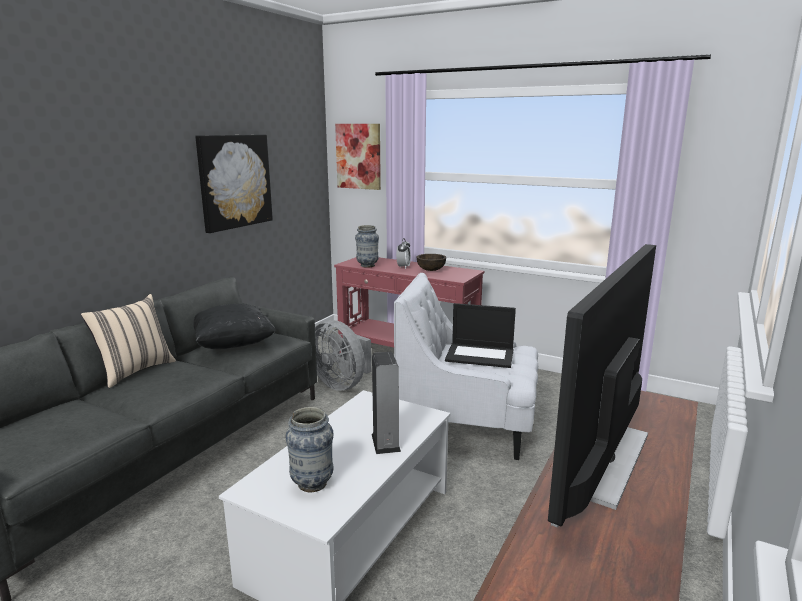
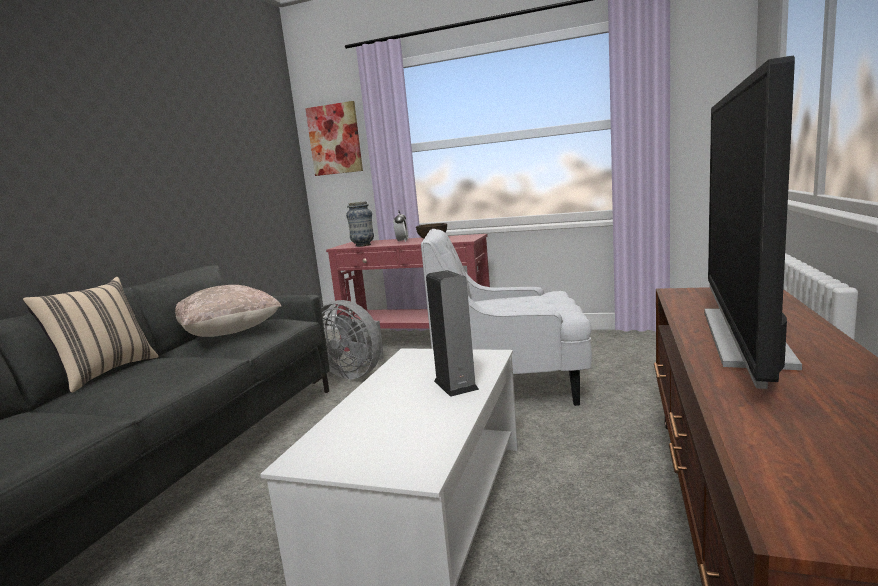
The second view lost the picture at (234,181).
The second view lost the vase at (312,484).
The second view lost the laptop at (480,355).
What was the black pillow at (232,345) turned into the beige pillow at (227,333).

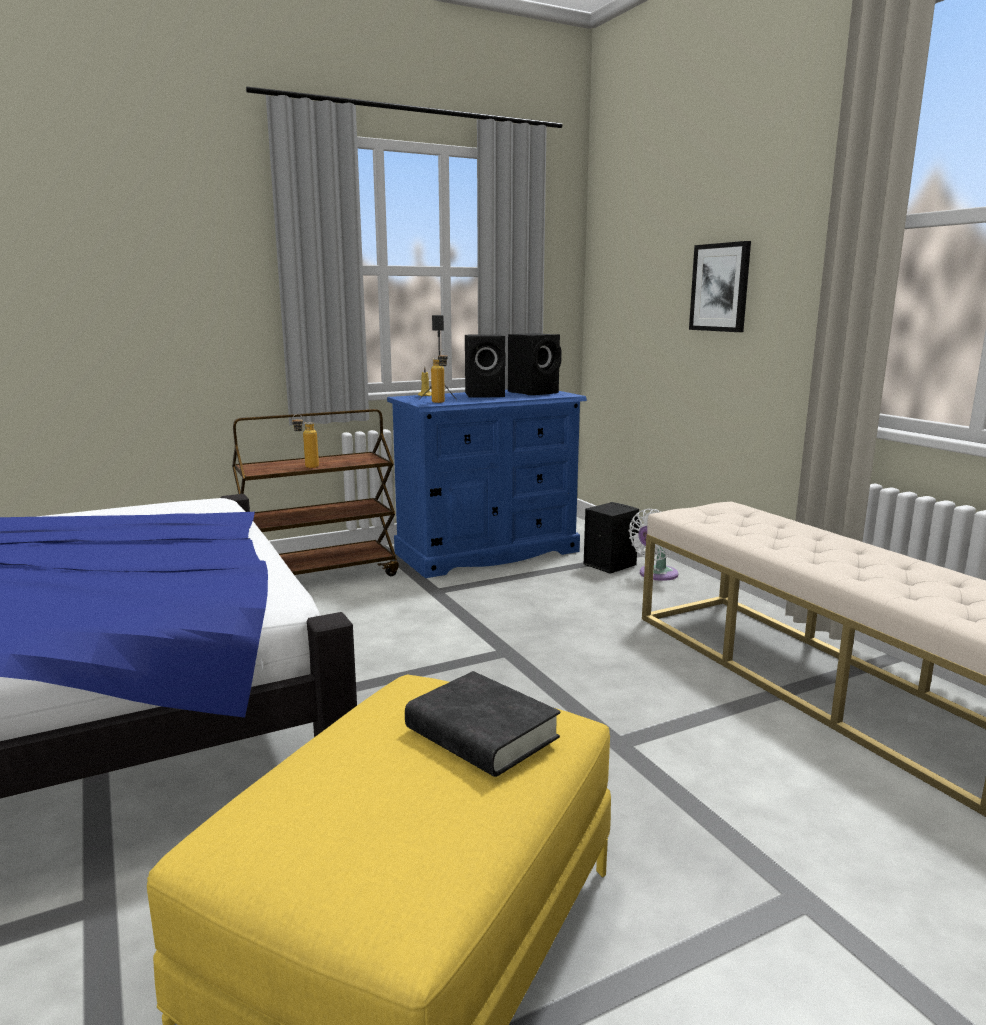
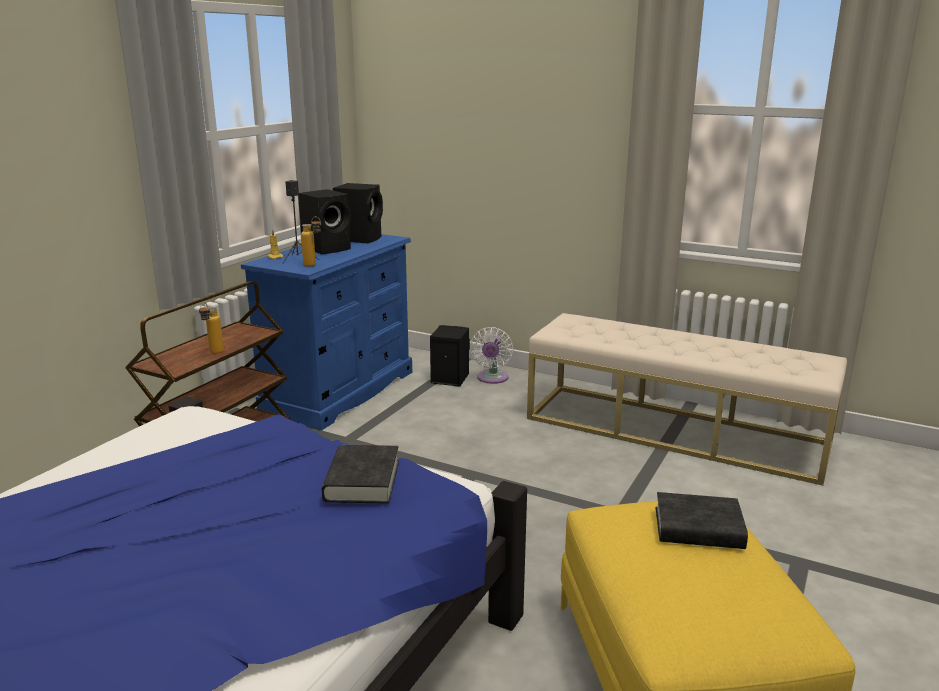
The second view lost the picture at (720,287).
The second view gained the black book at (362,481).

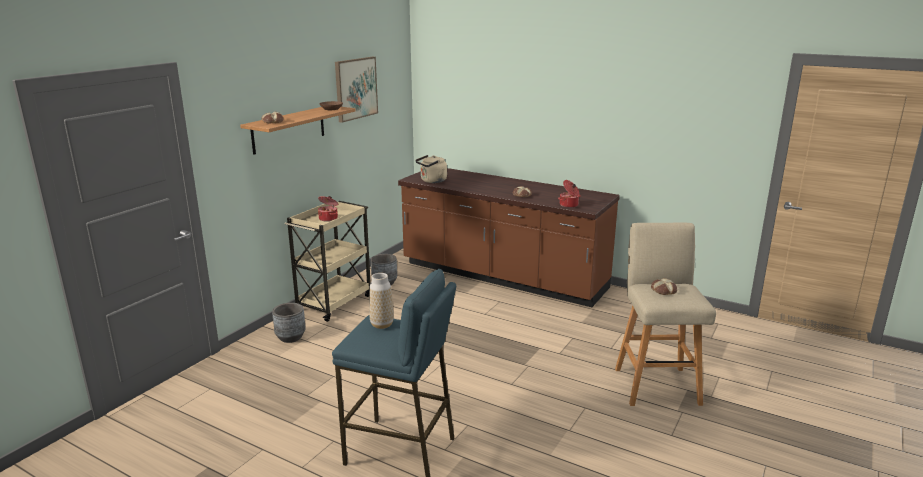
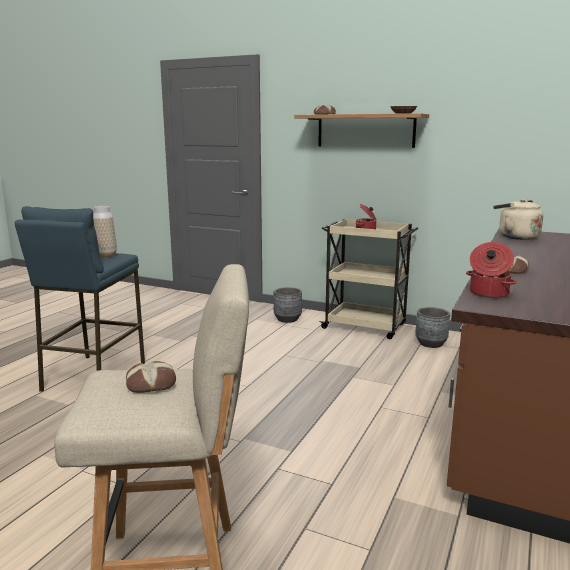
The second view lost the picture at (355,88).

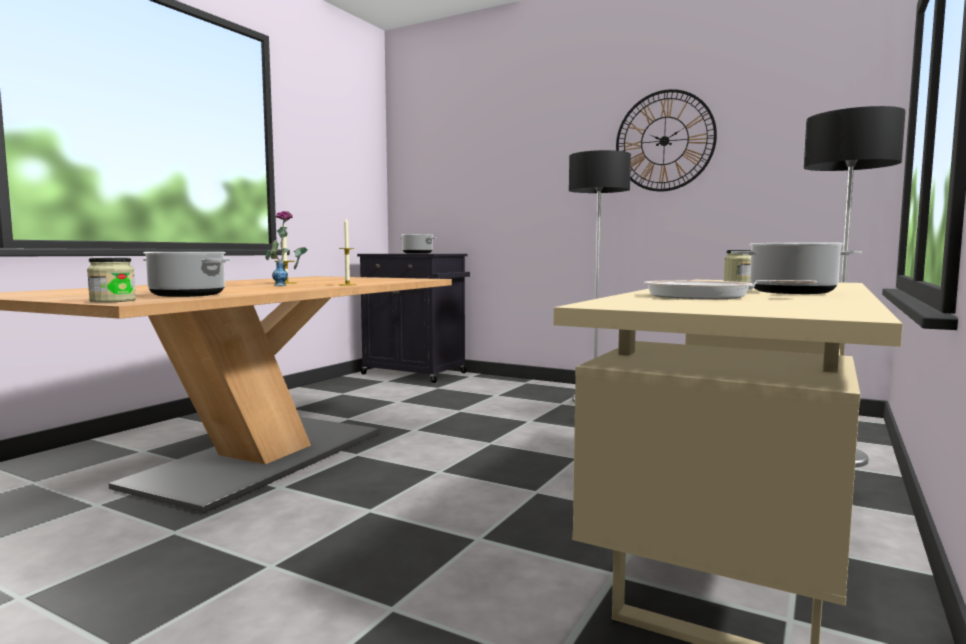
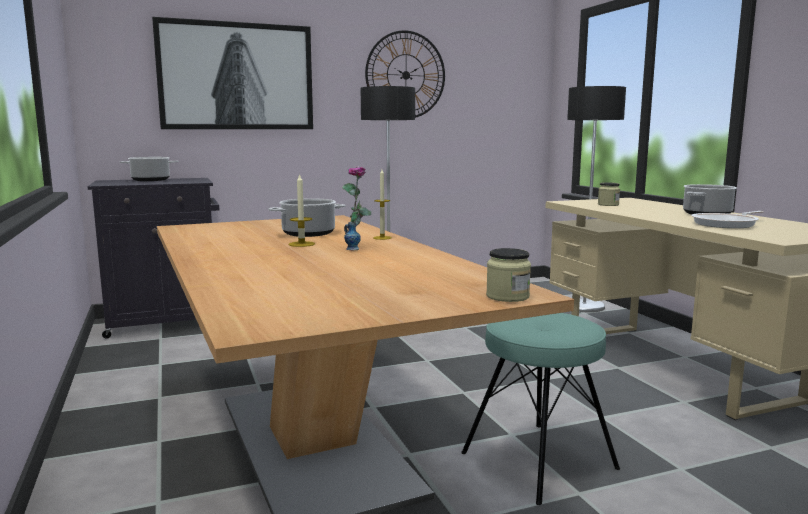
The second view gained the picture at (237,76).
The second view gained the turquoise stool at (538,461).
The cooking pot ended up elsewhere, having gone from (186,295) to (308,233).

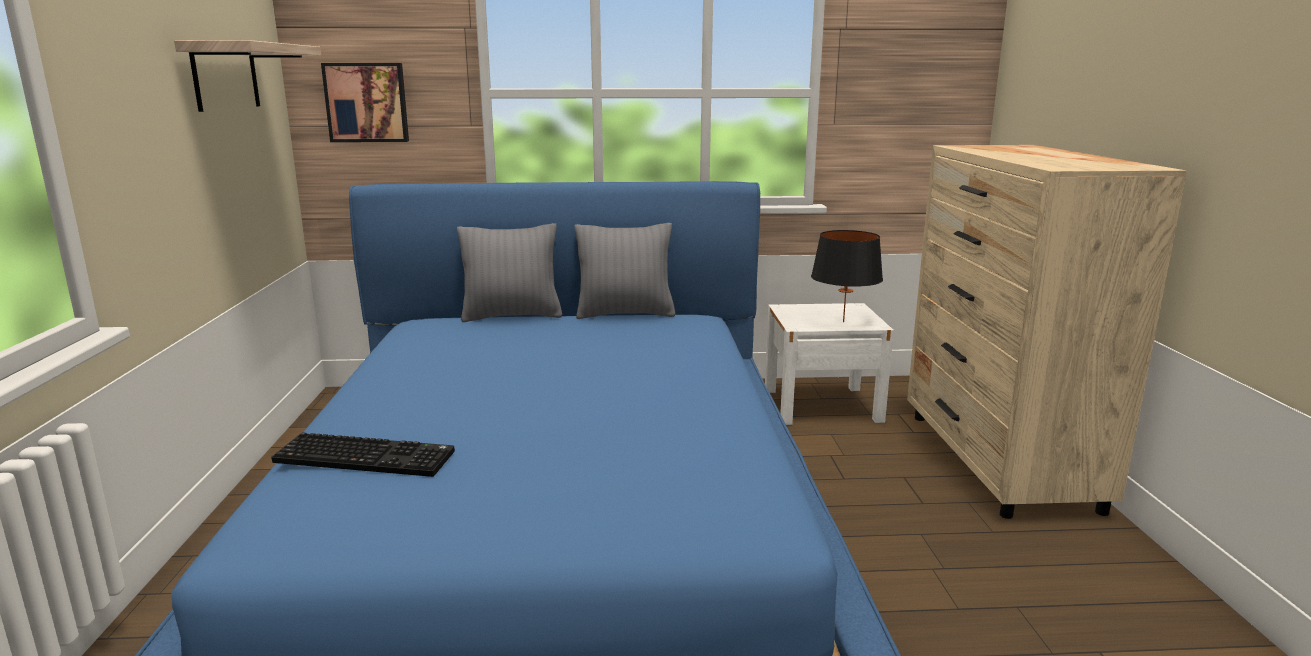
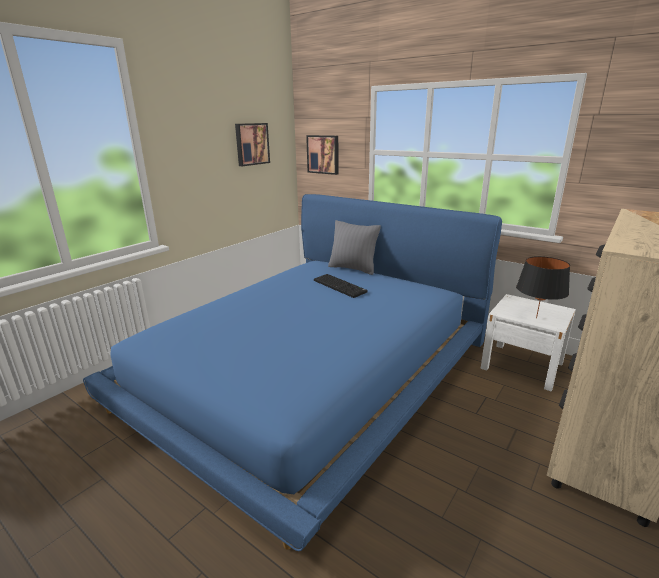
The second view lost the grey pillow at (625,314).
The keyboard ended up elsewhere, having gone from (367,456) to (340,286).
Where the shelf hung at (225,76), the picture came to hang at (251,144).

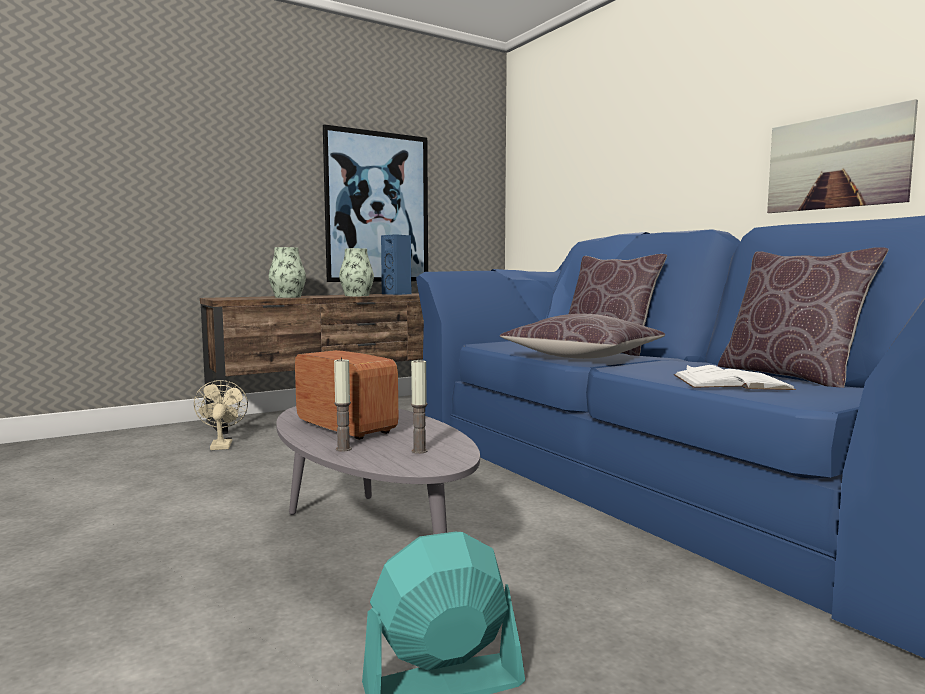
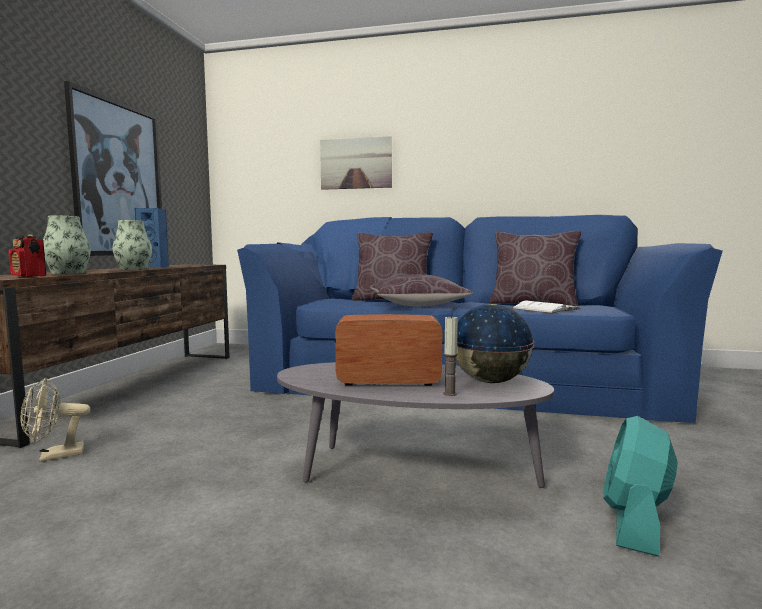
The second view gained the radio at (29,276).
The picture ended up elsewhere, having gone from (836,162) to (356,163).
Where the candle stood at (419,451), the globe came to stand at (490,381).
The beige fan at (221,445) ended up facing another way, 60 degrees counterclockwise from before.

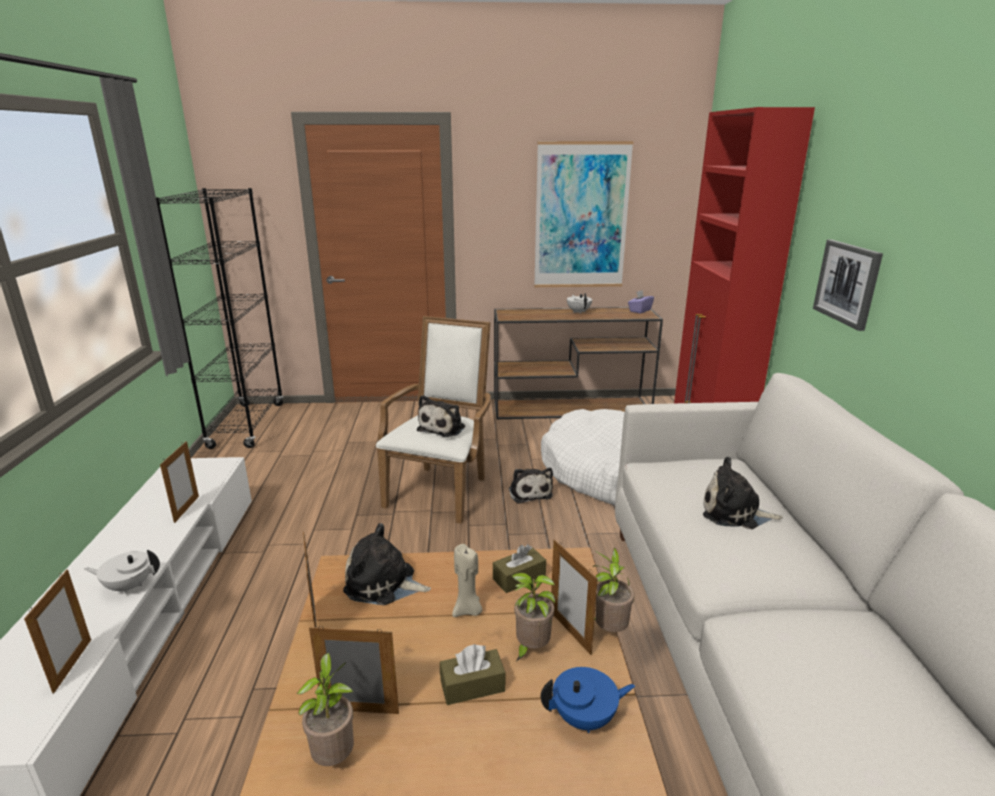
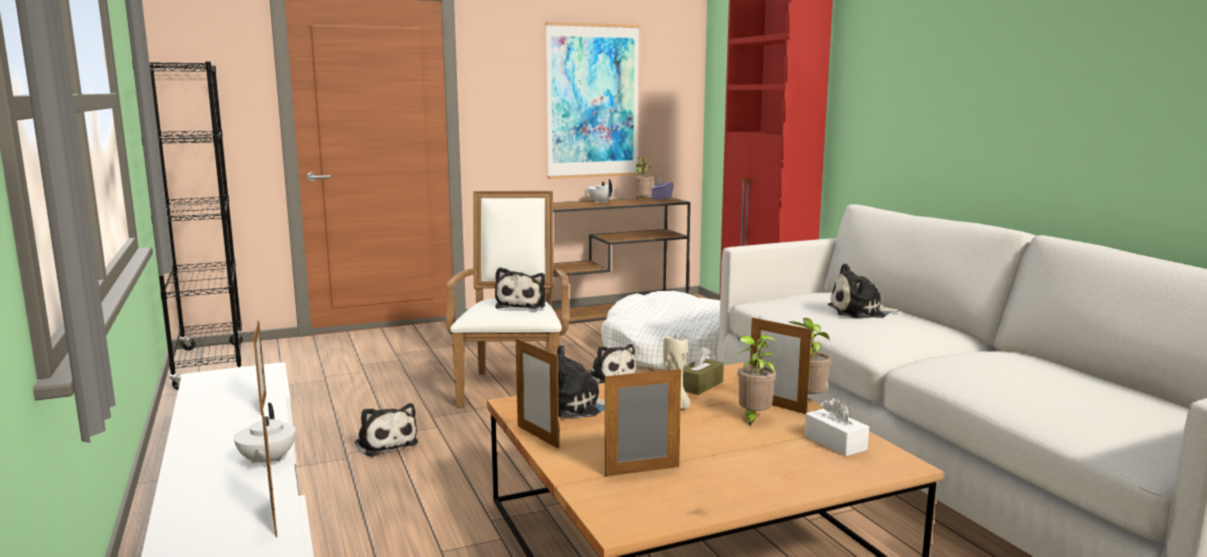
The second view lost the brown tissue box at (472,686).
The second view lost the picture at (847,283).
The second view gained the plush toy at (385,443).
The potted plant ended up elsewhere, having gone from (335,756) to (643,201).
Where the blue teapot stood at (585,718), the white tissue box came to stand at (835,443).
The white teapot at (129,586) ended up facing another way, 75 degrees counterclockwise from before.

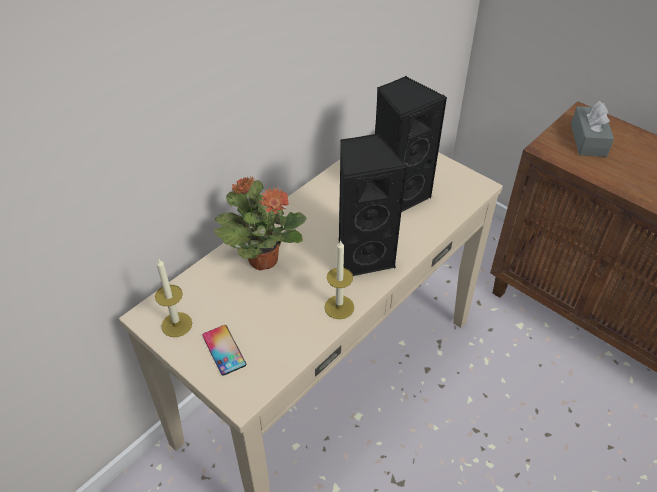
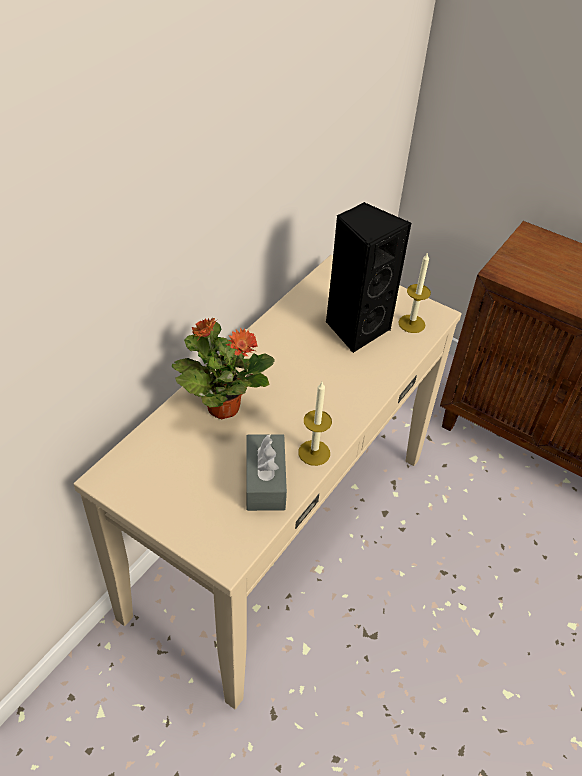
The second view lost the phone at (224,350).
The second view lost the black speaker at (363,255).
The candle ended up elsewhere, having gone from (176,324) to (411,324).
The grey tissue box ended up elsewhere, having gone from (588,140) to (265,481).

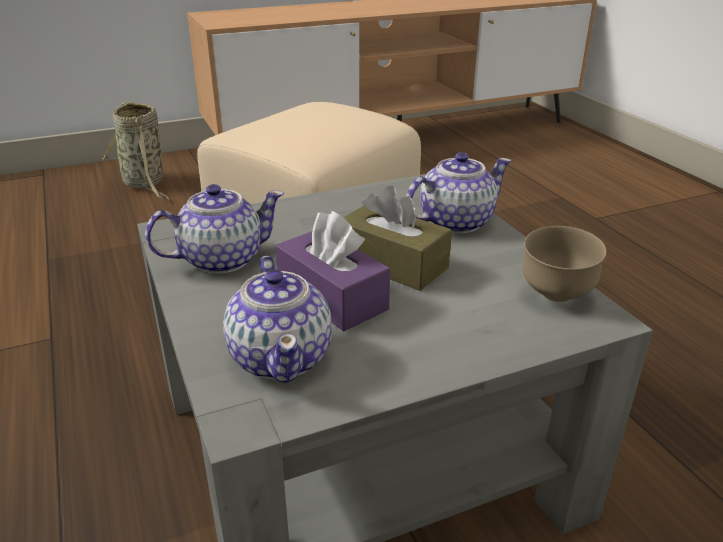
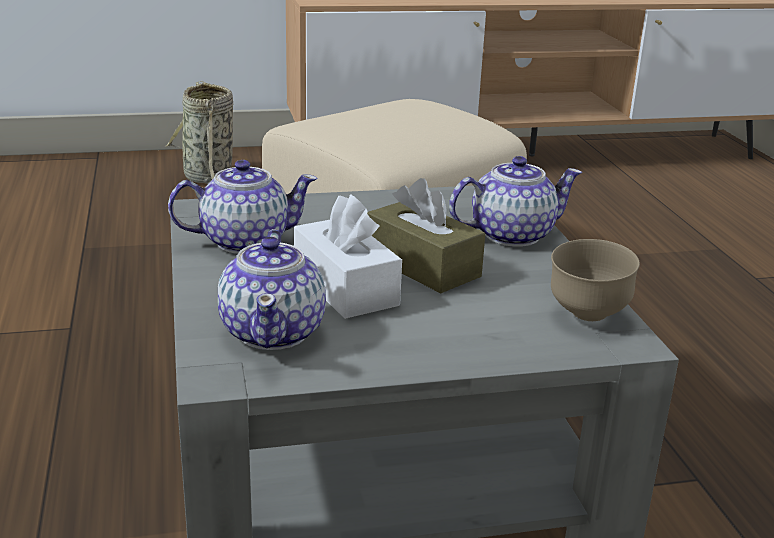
What was the purple tissue box at (332,297) turned into the white tissue box at (345,287).

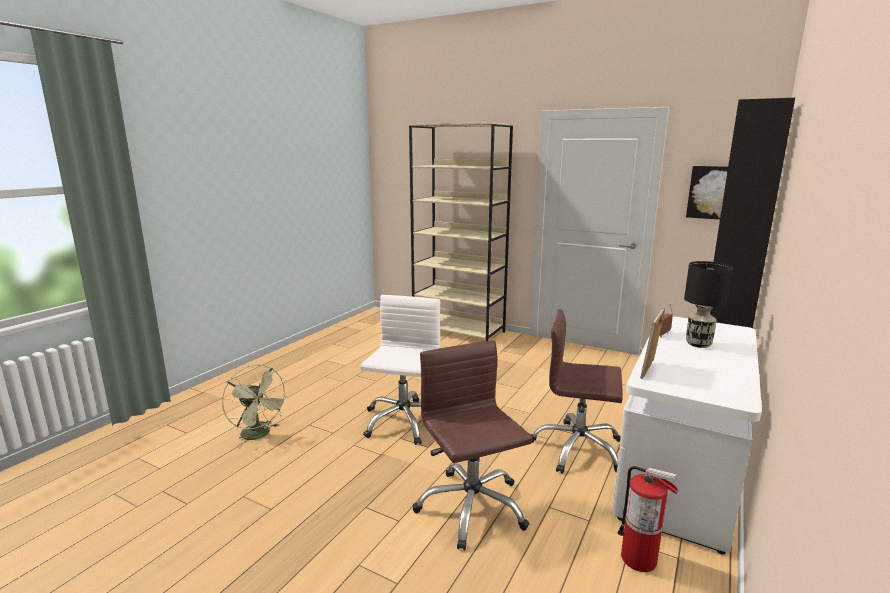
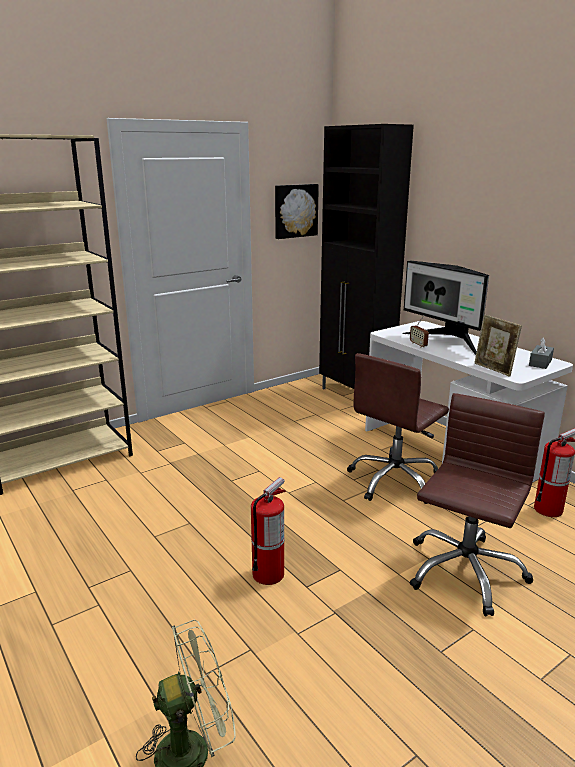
The second view gained the grey tissue box at (540,363).
Where the white office chair stood at (403,421), the fire extinguisher came to stand at (268,574).
Where the black table lamp stood at (698,344), the monitor came to stand at (446,342).
The brown office chair at (471,507) ended up facing another way, 120 degrees clockwise from before.

